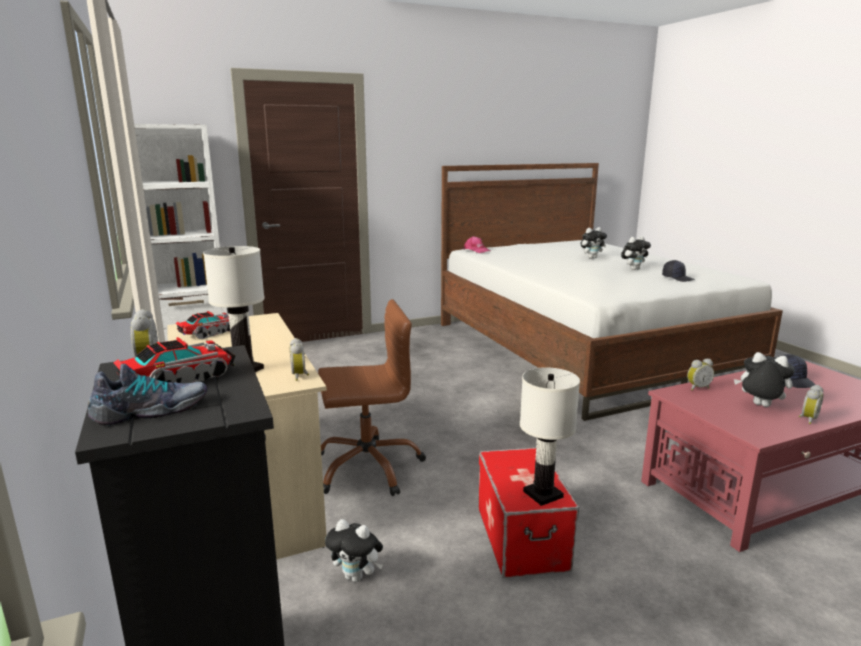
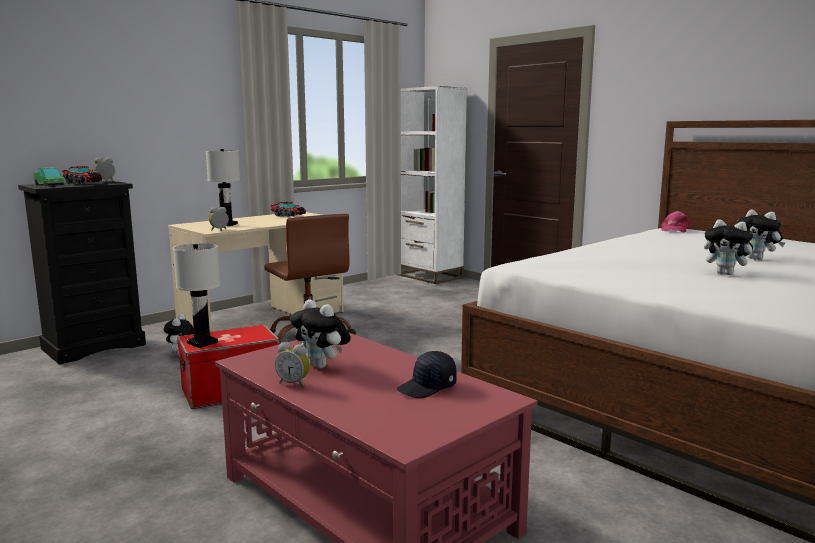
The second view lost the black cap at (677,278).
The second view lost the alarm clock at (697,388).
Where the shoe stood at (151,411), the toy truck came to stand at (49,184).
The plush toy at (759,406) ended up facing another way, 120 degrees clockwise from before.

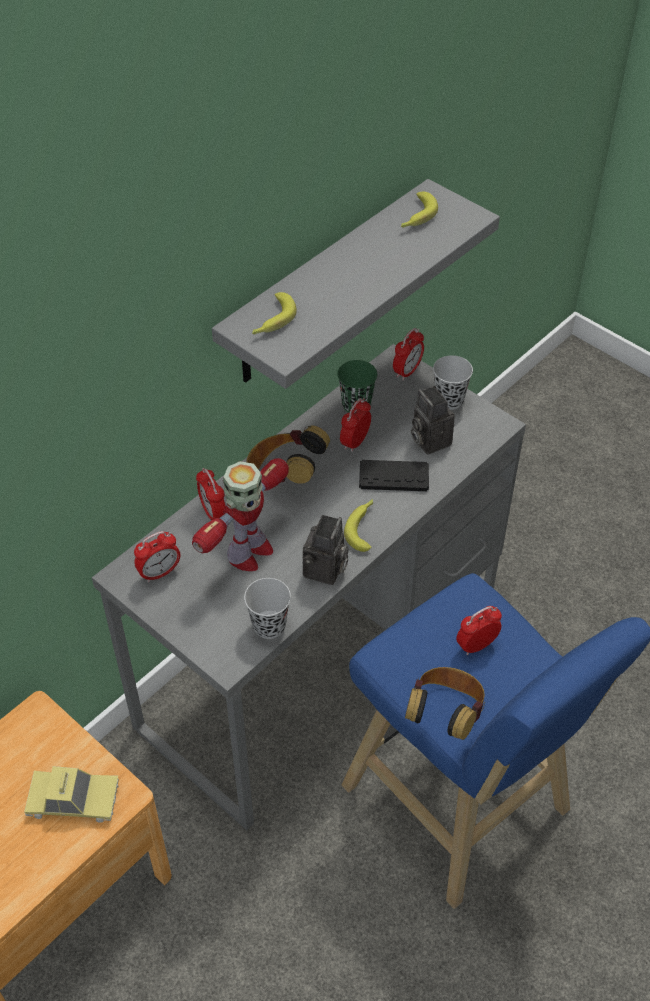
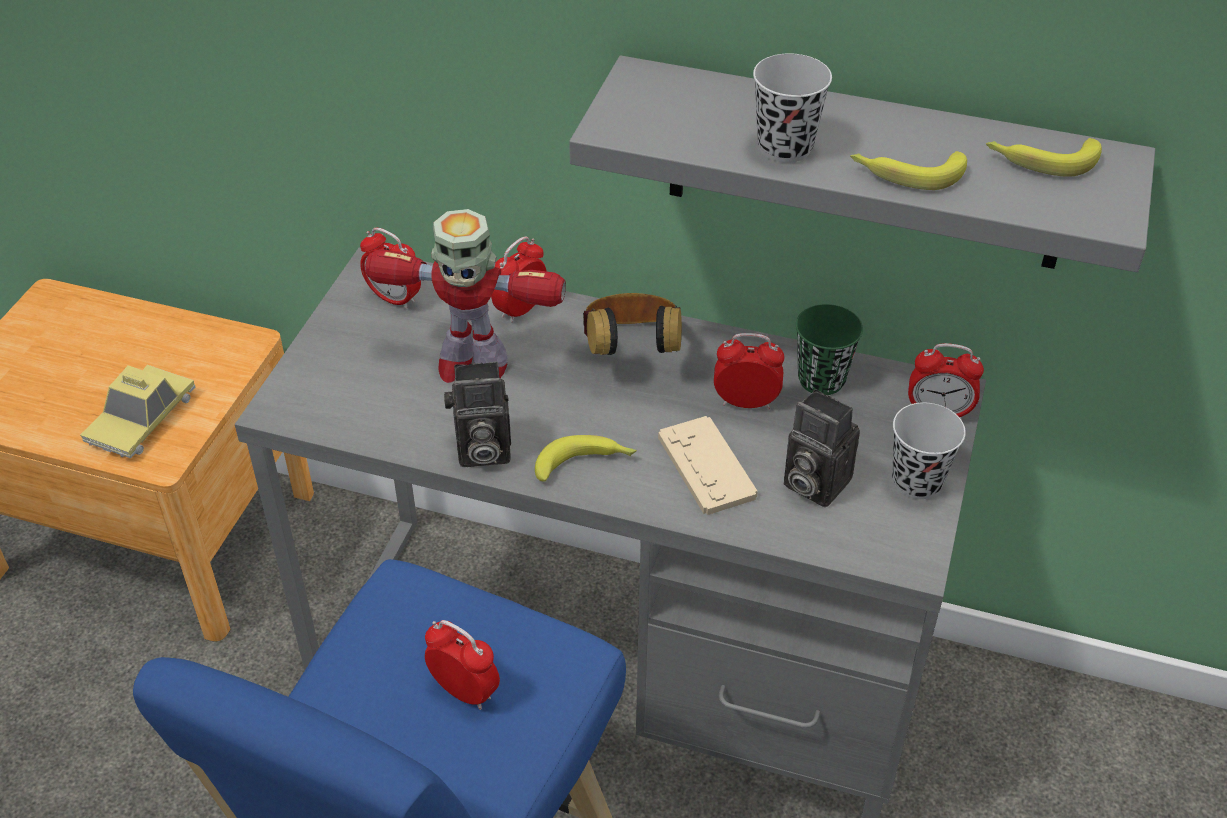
The second view lost the headphones at (445,715).
The black cup ended up elsewhere, having gone from (269,625) to (785,147).
The banana ended up elsewhere, having gone from (272,321) to (906,173).
What was the black game controller at (393,477) turned into the beige game controller at (706,467).
The toy car at (73,800) ended up facing another way, 45 degrees clockwise from before.
The photo camera at (428,440) ended up facing another way, 90 degrees counterclockwise from before.

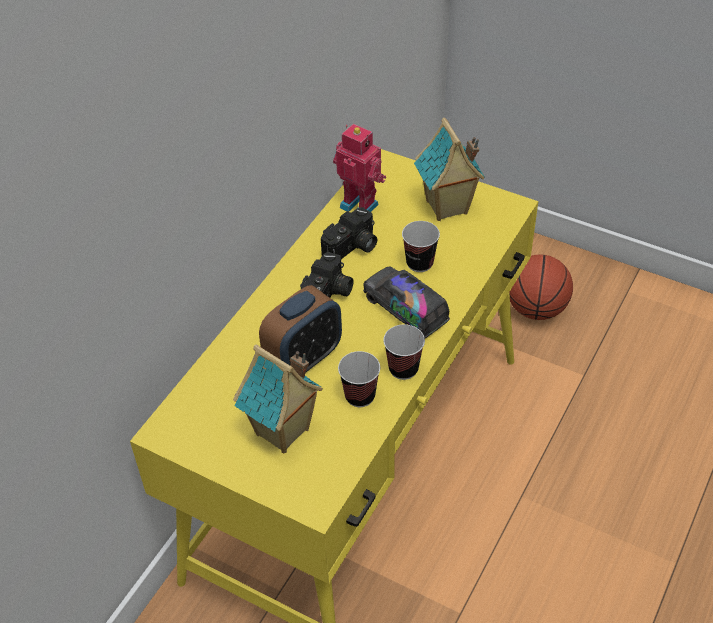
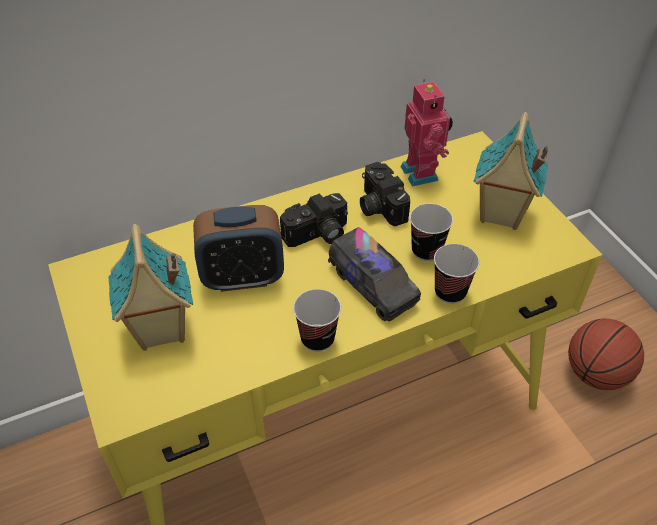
The cup ended up elsewhere, having gone from (360,396) to (450,292).
The photo camera at (352,248) ended up facing another way, 75 degrees clockwise from before.
The toy truck at (405,309) ended up facing another way, 150 degrees clockwise from before.

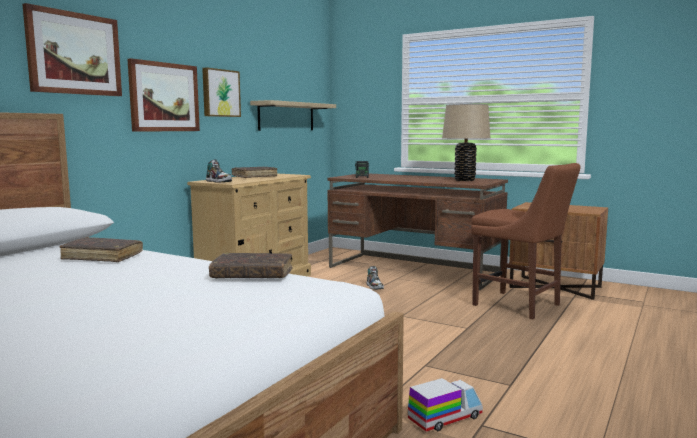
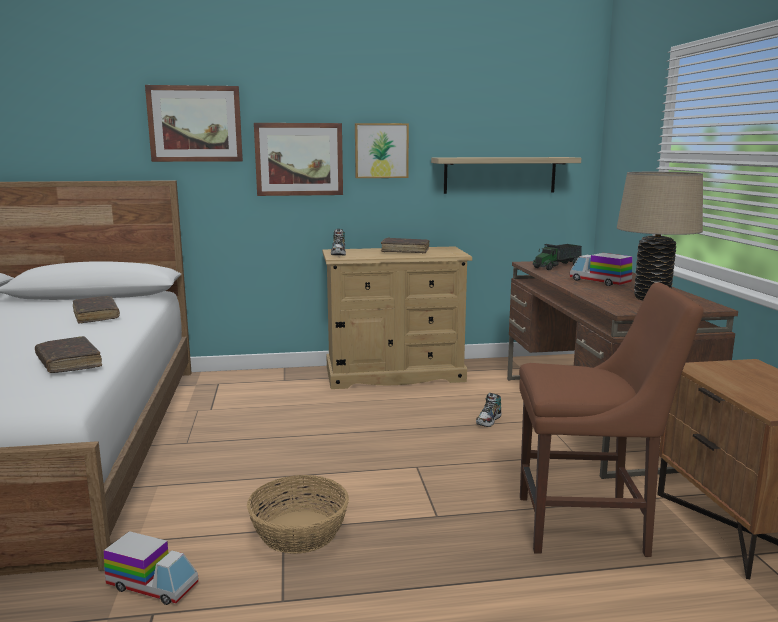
The second view gained the basket at (300,531).
The second view gained the toy truck at (599,281).
The brown chair at (520,306) ended up facing another way, 90 degrees counterclockwise from before.

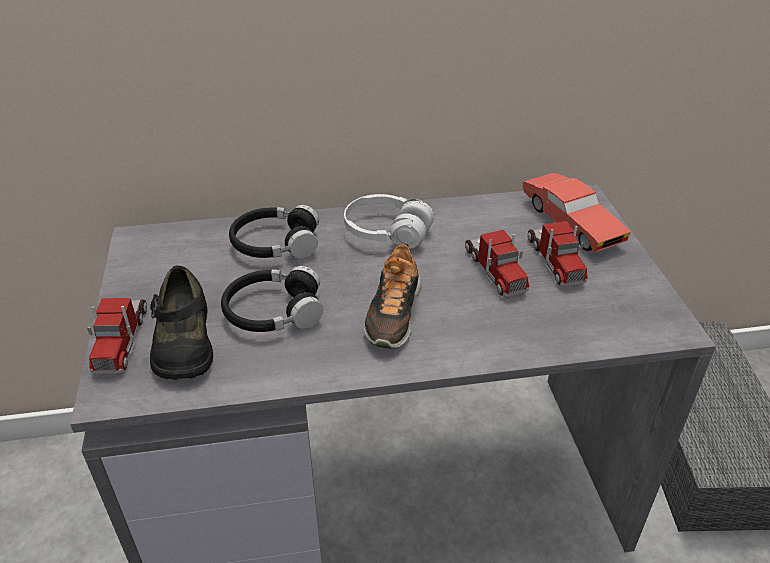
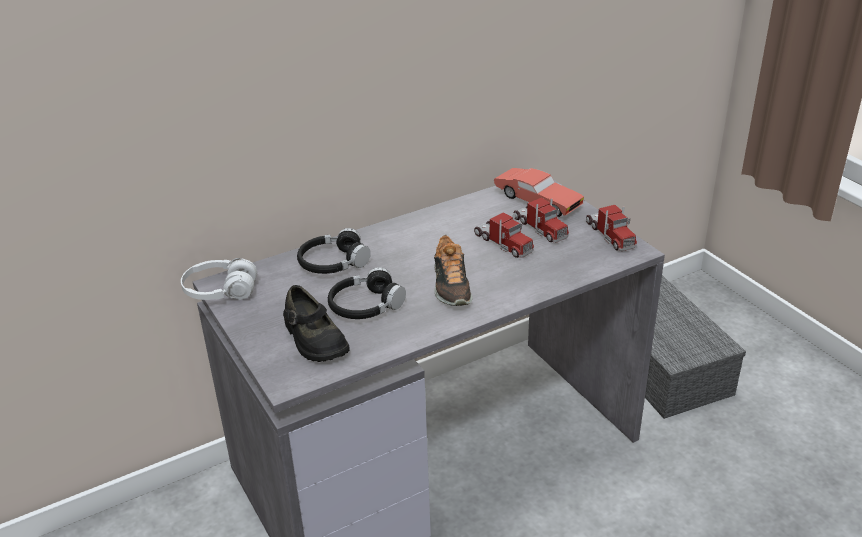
The toy truck ended up elsewhere, having gone from (121,340) to (610,235).
The white headphones ended up elsewhere, having gone from (387,233) to (220,291).

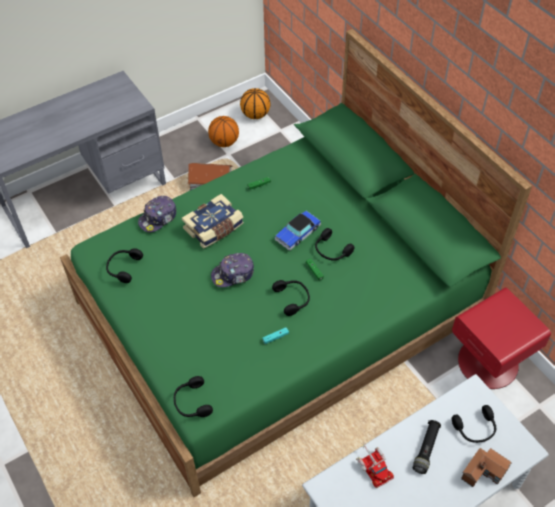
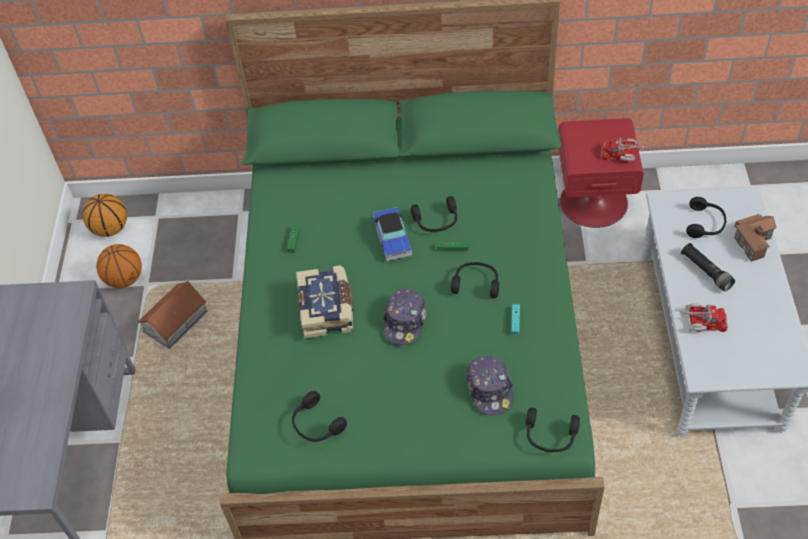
The second view gained the toy truck at (622,154).
The cap ended up elsewhere, having gone from (158,218) to (490,389).

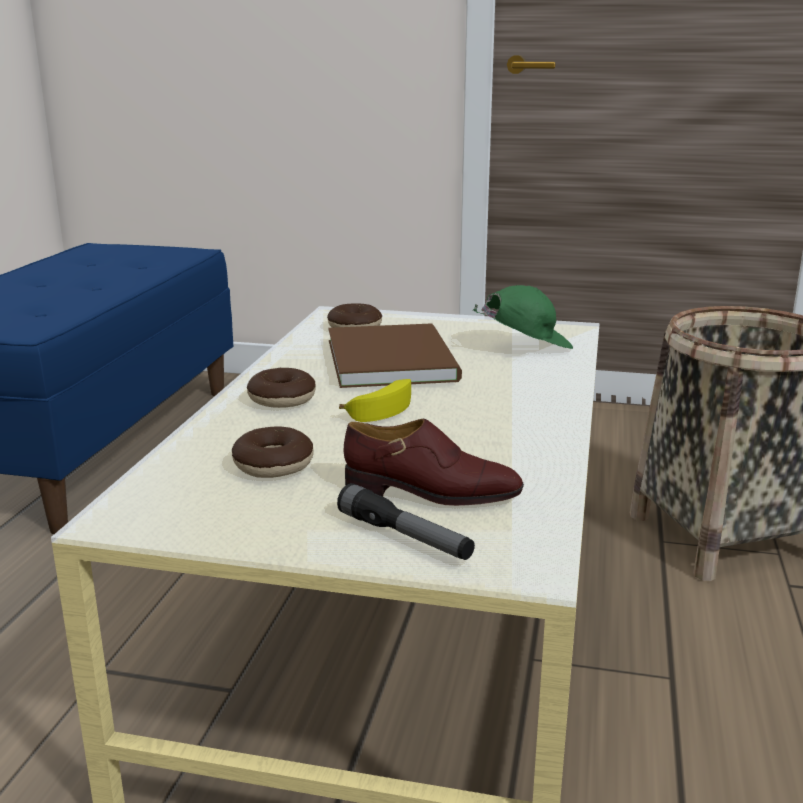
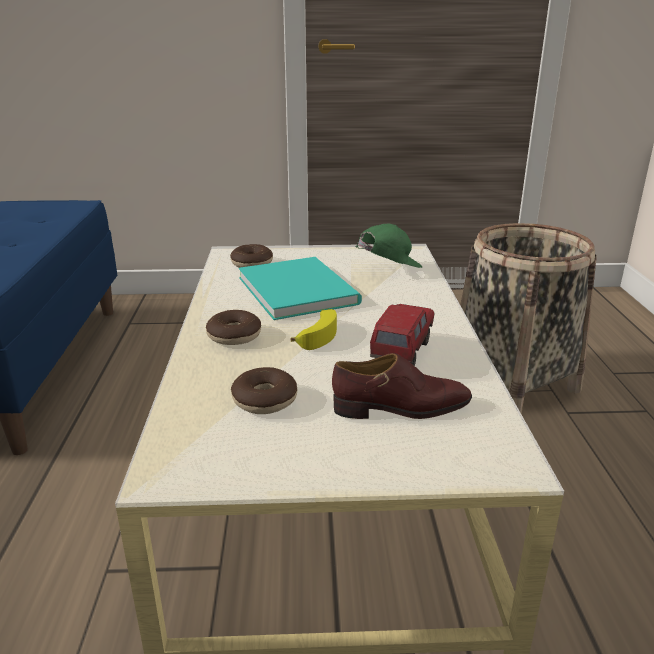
The second view lost the flashlight at (404,537).
The second view gained the toy truck at (401,354).
What was the brown book at (394,358) turned into the turquoise book at (299,289).

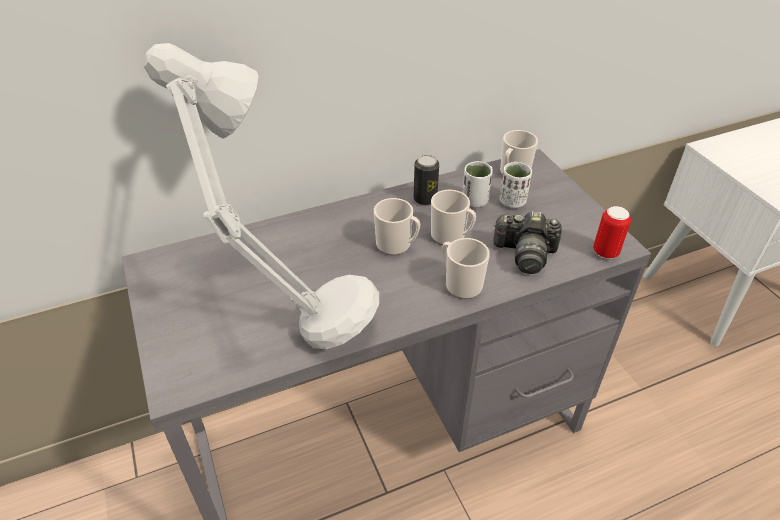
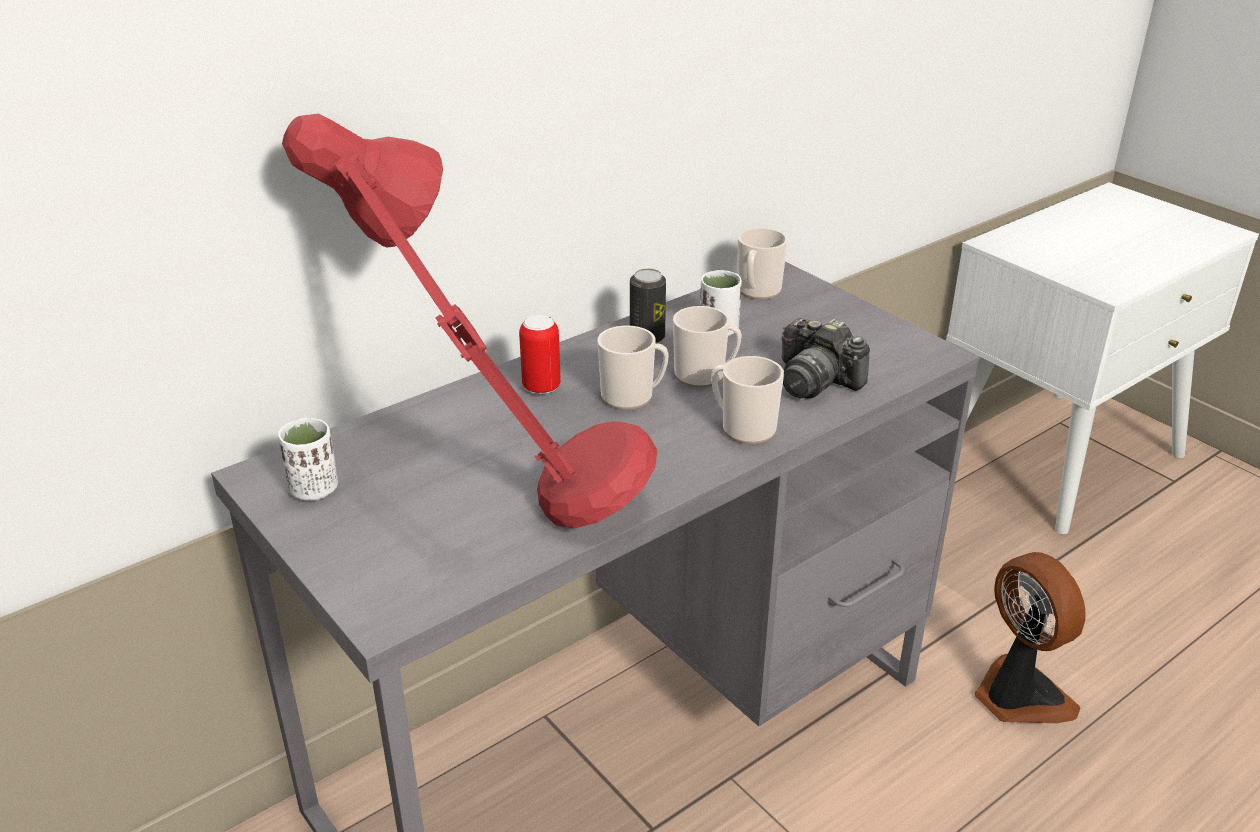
The second view gained the fan at (1018,695).
The white cup ended up elsewhere, having gone from (512,201) to (314,489).
The can ended up elsewhere, having gone from (605,252) to (541,387).
What was the grey table lamp at (280,294) turned into the red table lamp at (488,479).
The photo camera at (525,254) ended up facing another way, 45 degrees clockwise from before.

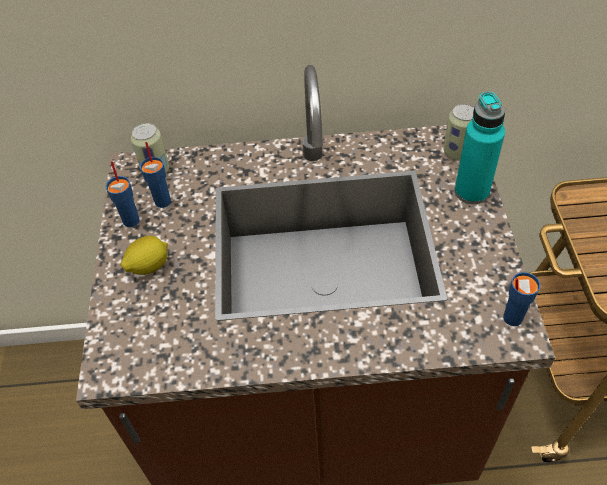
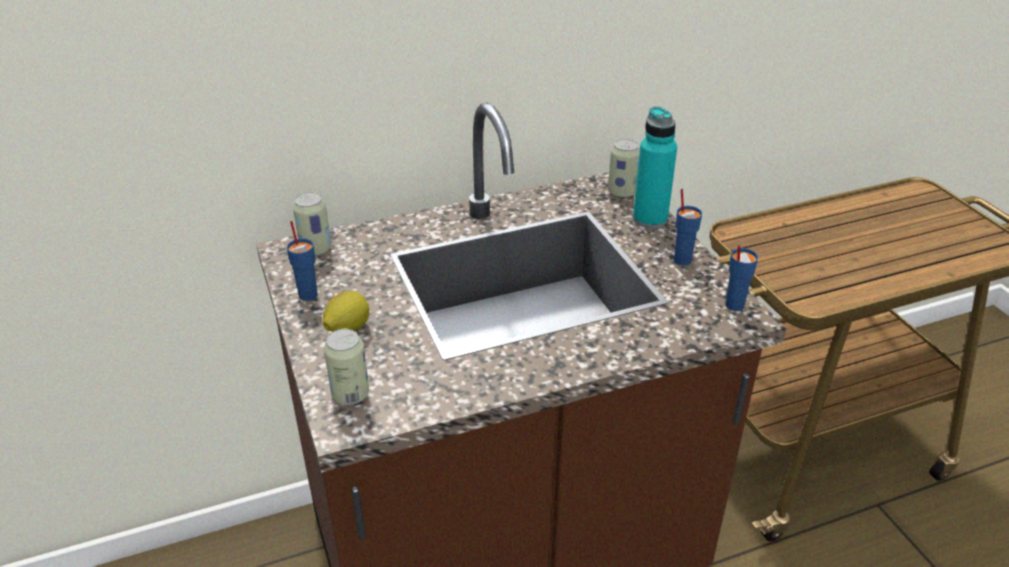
The second view gained the can at (350,394).
The blue cup ended up elsewhere, having gone from (163,201) to (682,259).

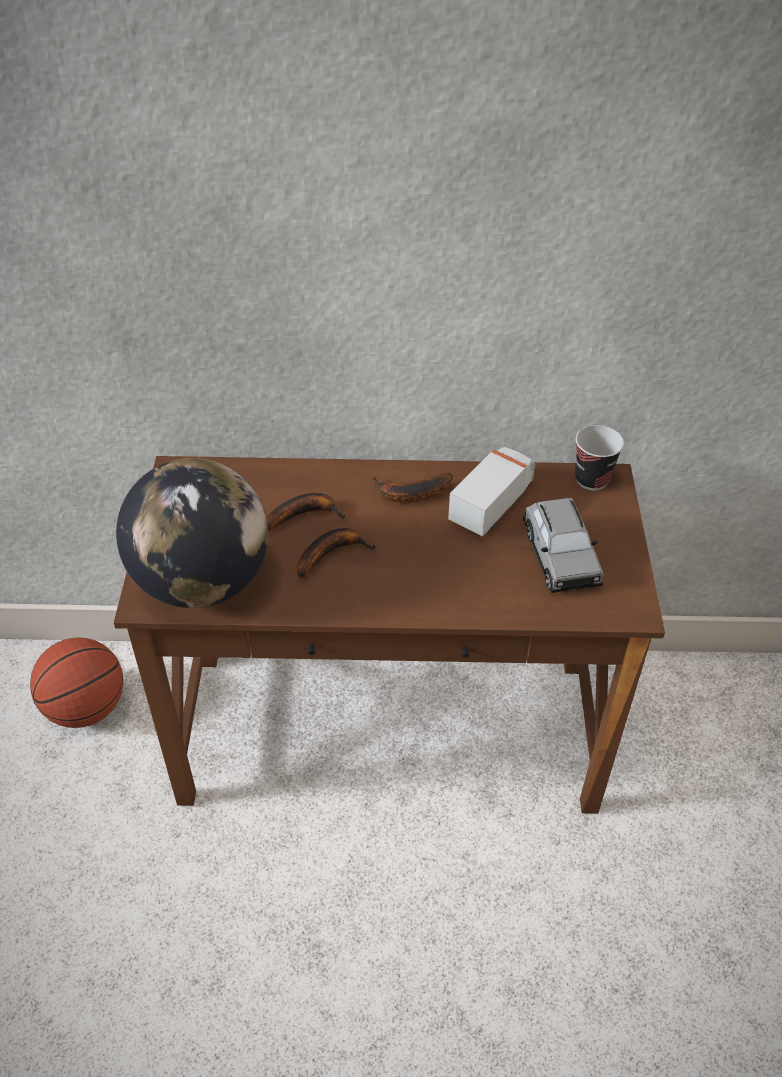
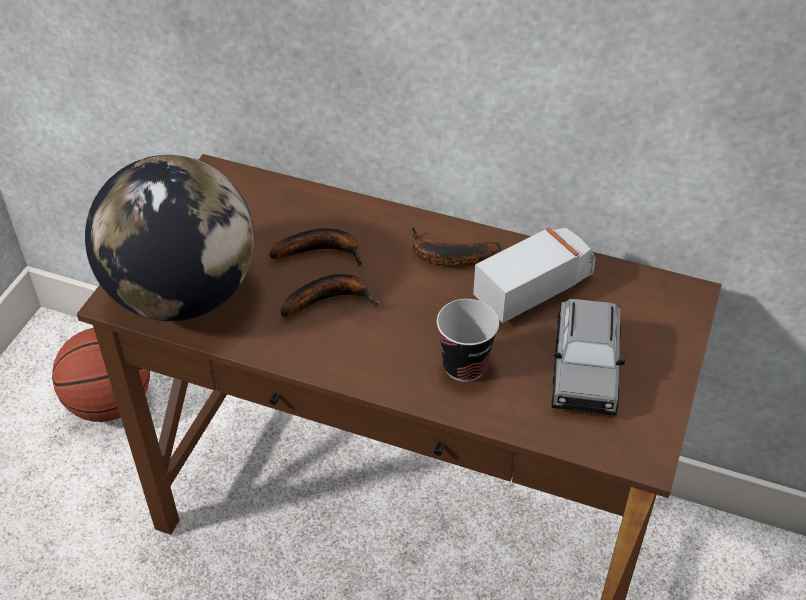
The cup ended up elsewhere, having gone from (592,479) to (465,366).

